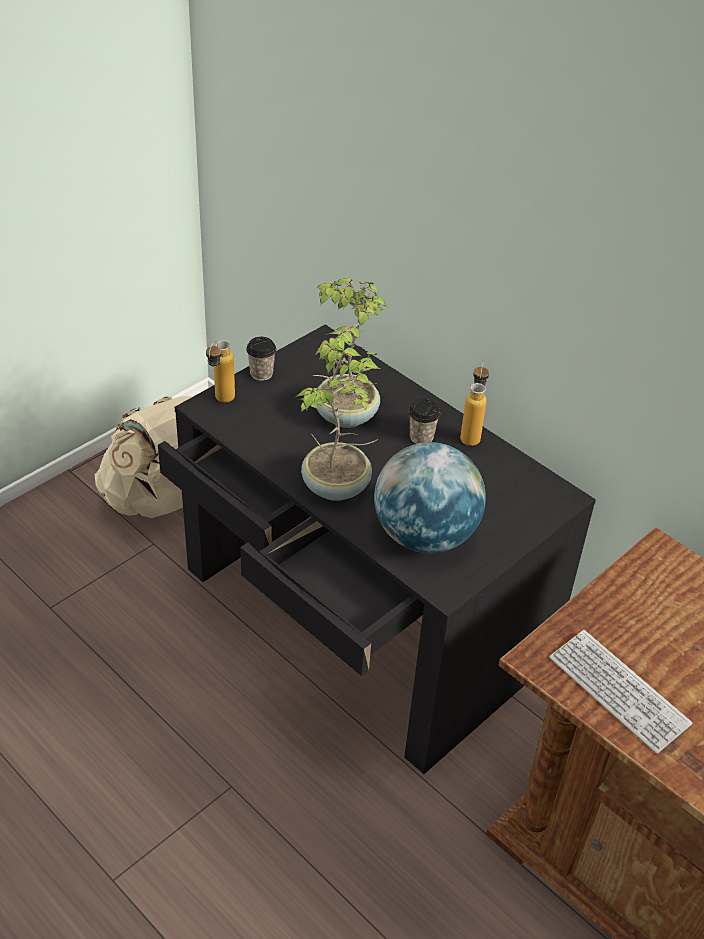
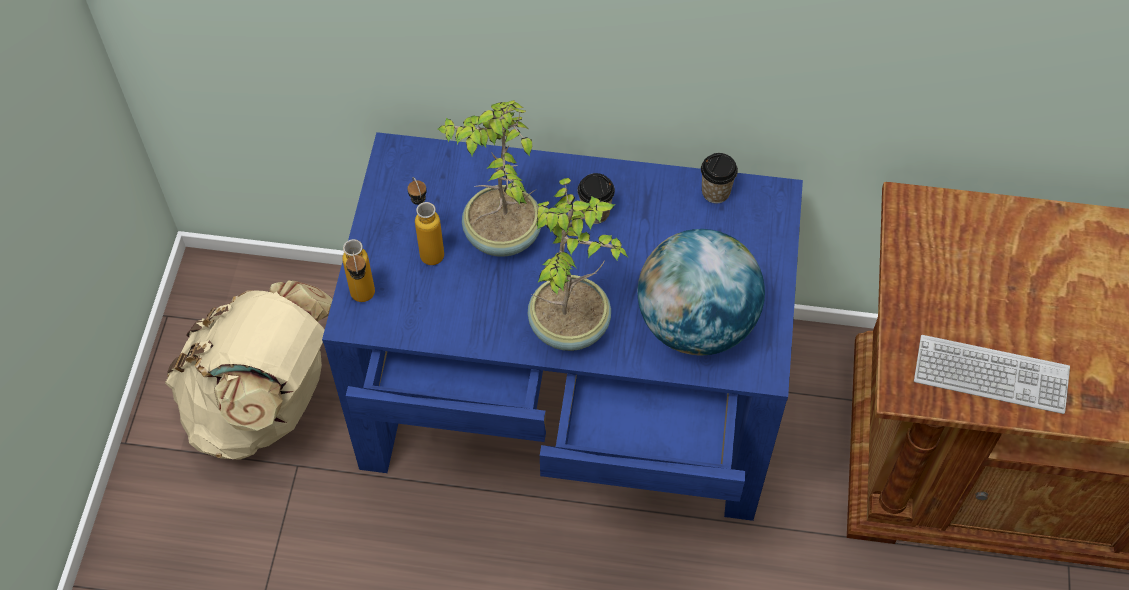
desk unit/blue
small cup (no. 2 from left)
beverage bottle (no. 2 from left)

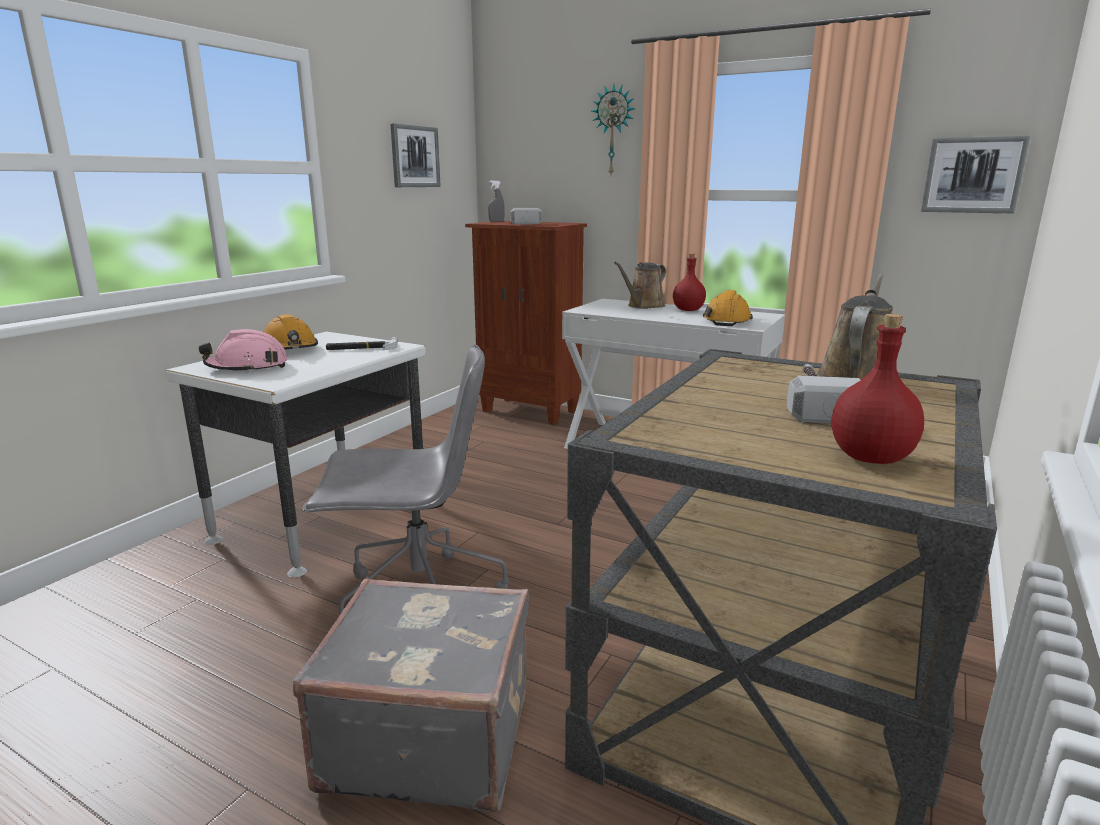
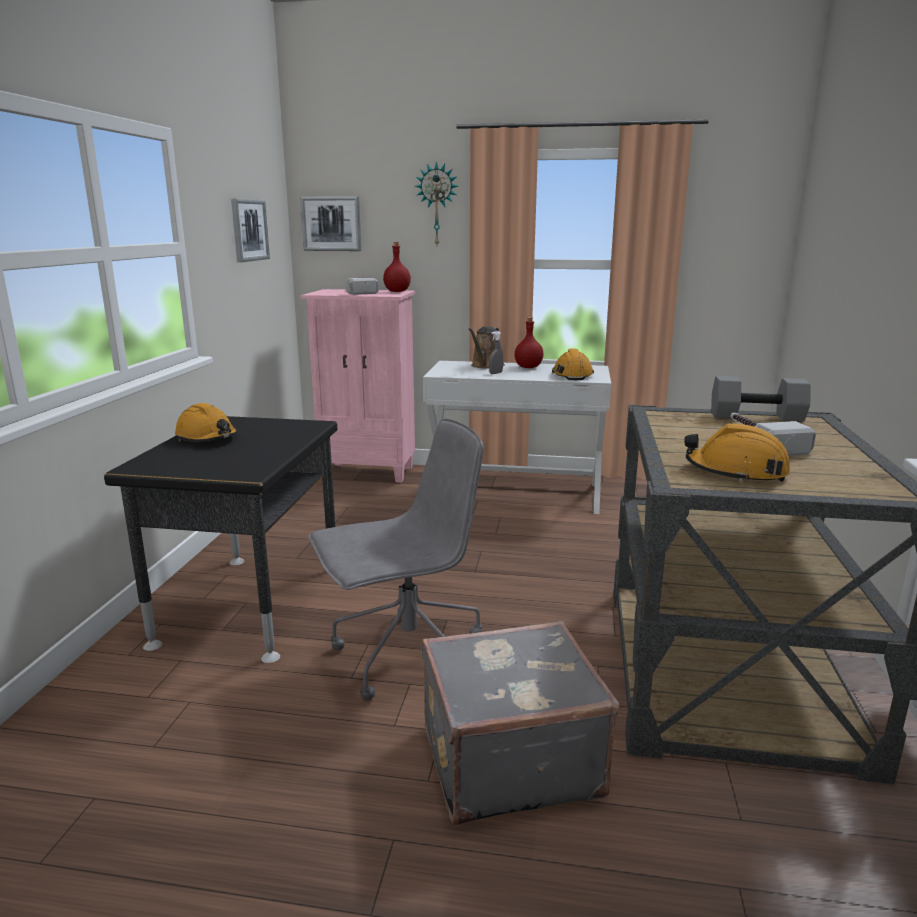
wall art (no. 2 from left)
sprayer/gray
cupboard/pink-coloured
hand weight/gray
beverage bottle/red-coloured (no. 1 from left)
safety helmet/pink-coloured
desk unit/black
hammer (no. 1 from left in the first image)
safety helmet/orangey (no. 3 from left)

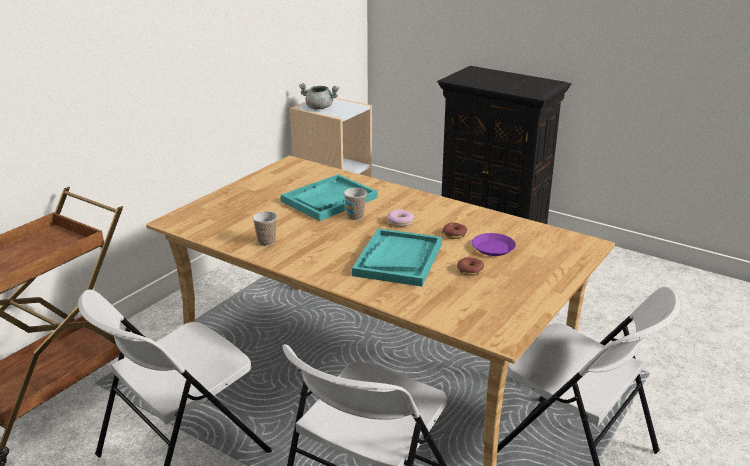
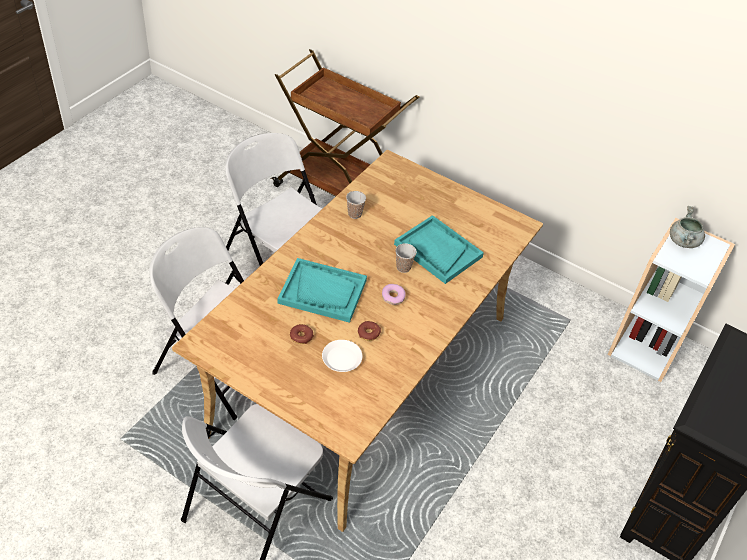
dinner plate/white-coloured

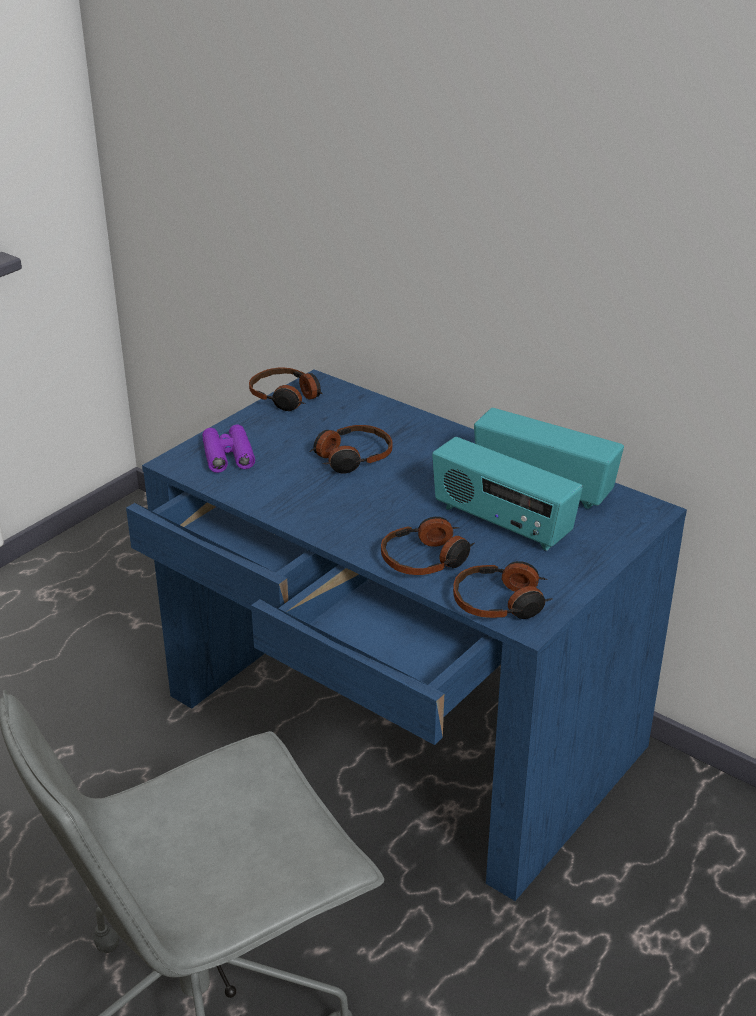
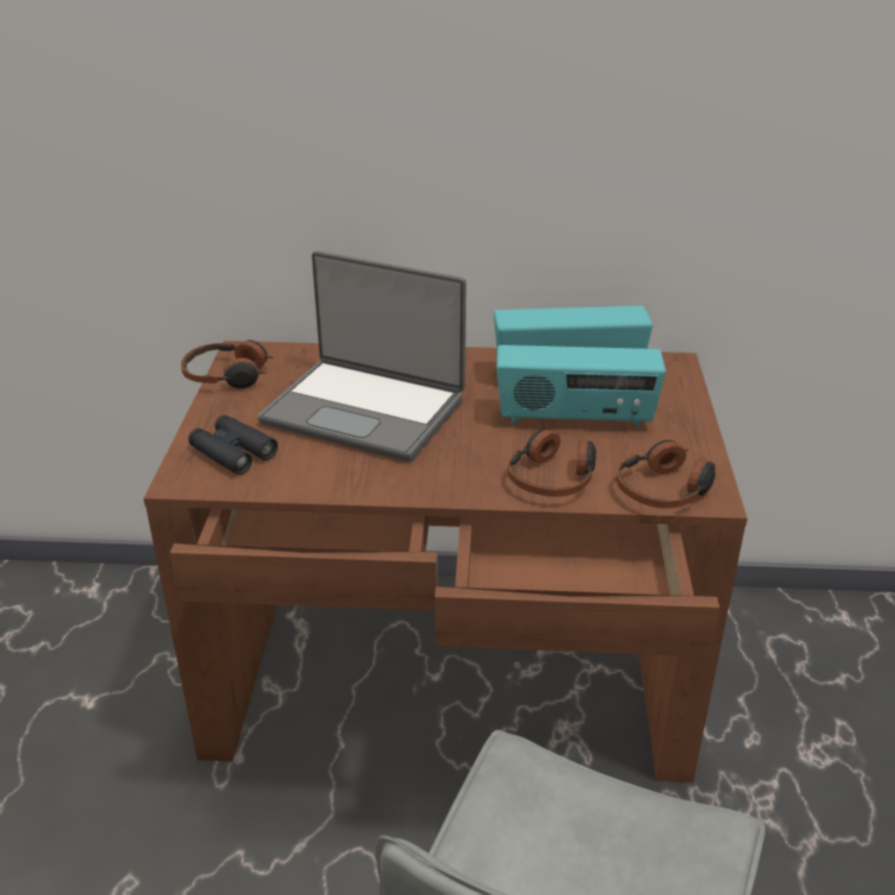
desk unit/brownish
field glasses/black
notebook computer

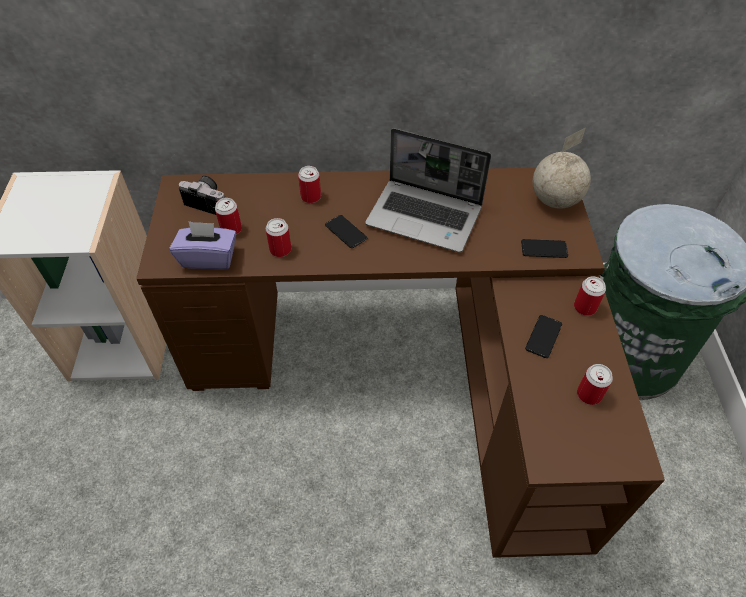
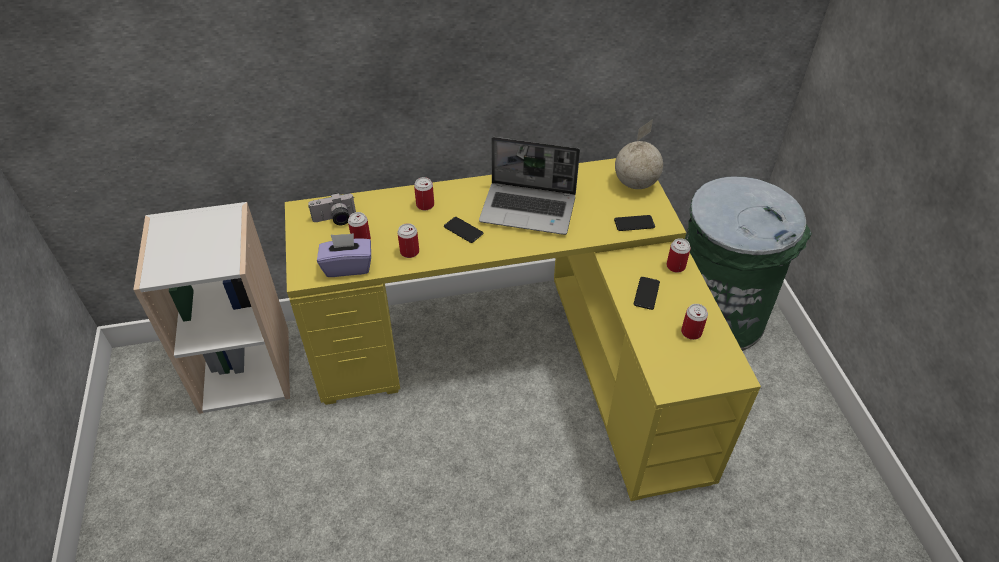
desk unit/yellow
still camera

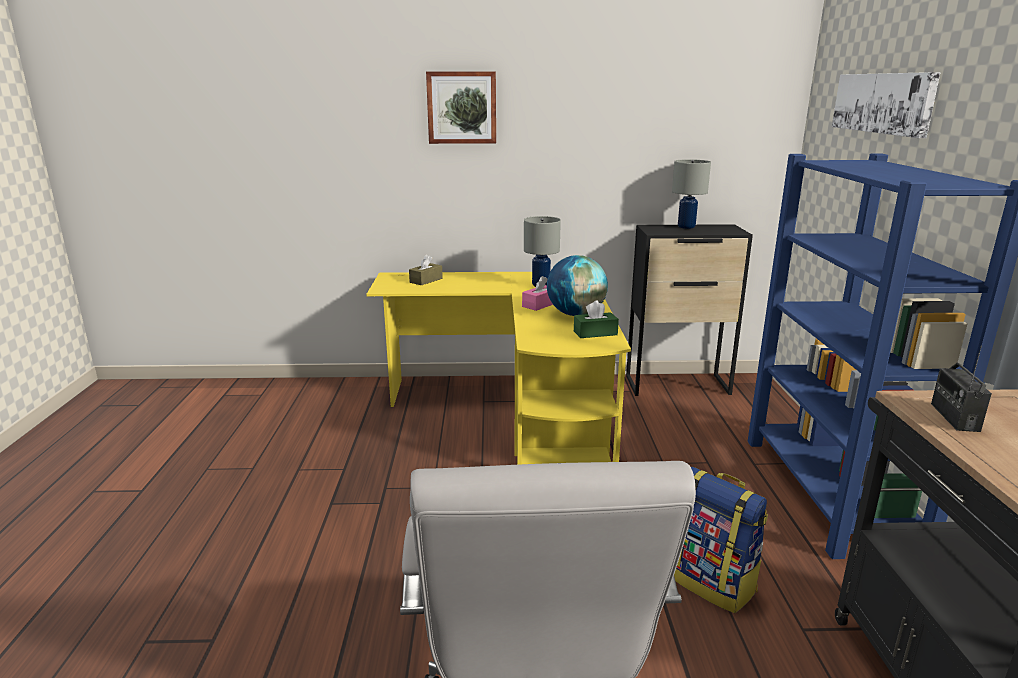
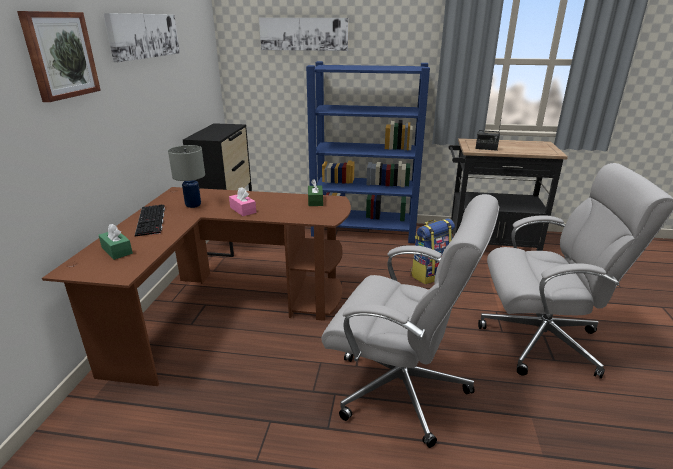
tabletop lamp/gray (no. 2 from left in the first image)
box of tissues/green (no. 1 from left)
globe
desk unit/brownish
wall art (no. 2 from left)
computer chair/gray (no. 1 from left)
keyboard

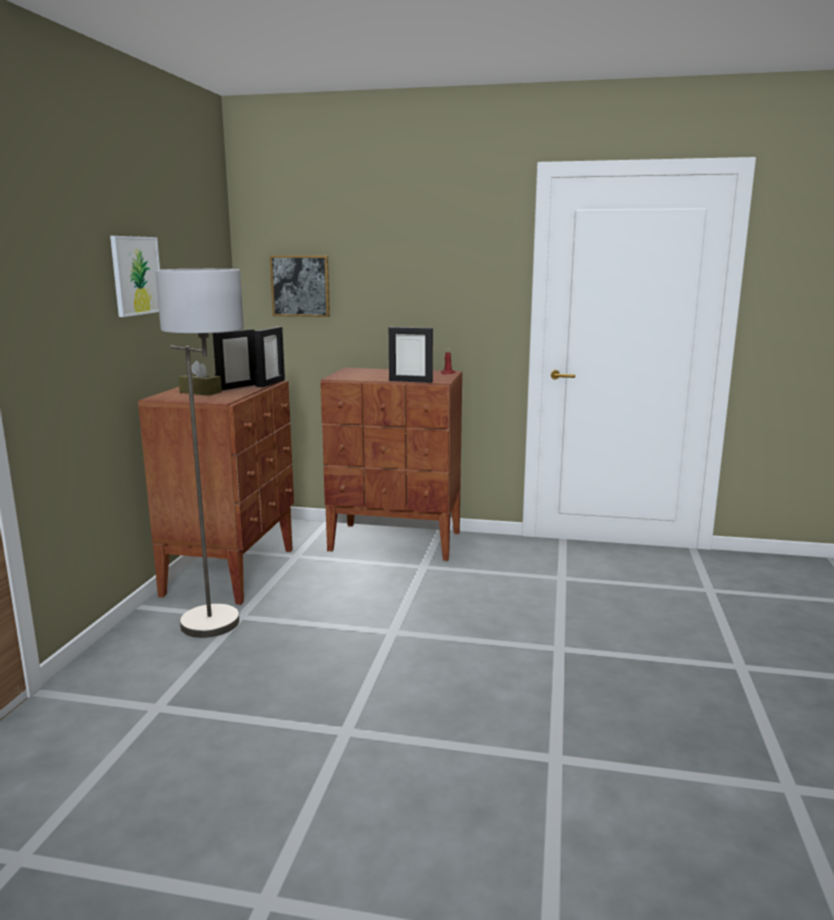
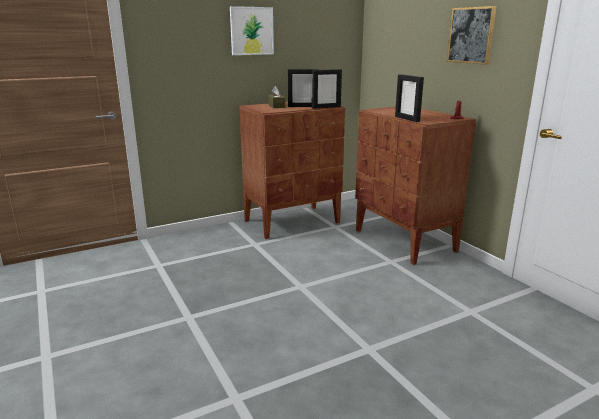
wall art (no. 2 from left)
standing lamp/gray

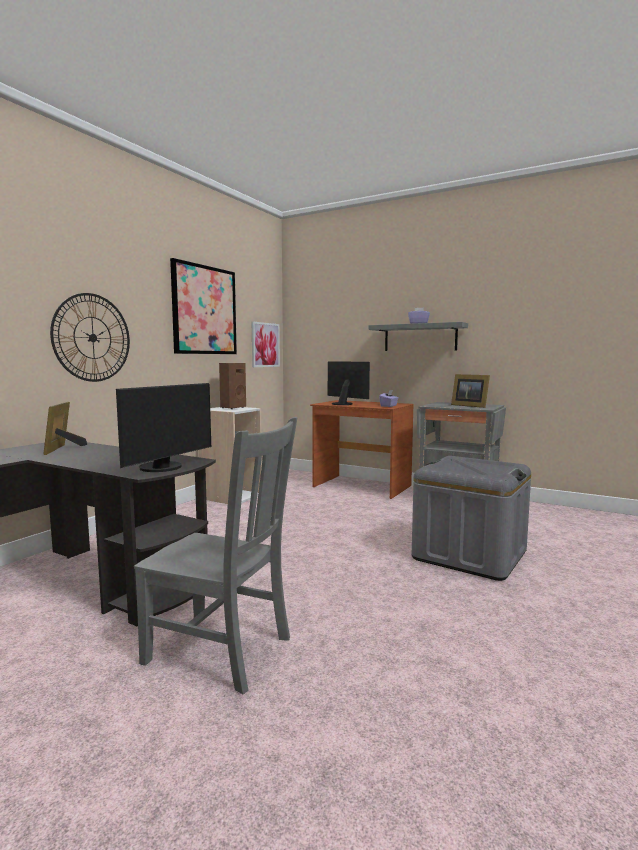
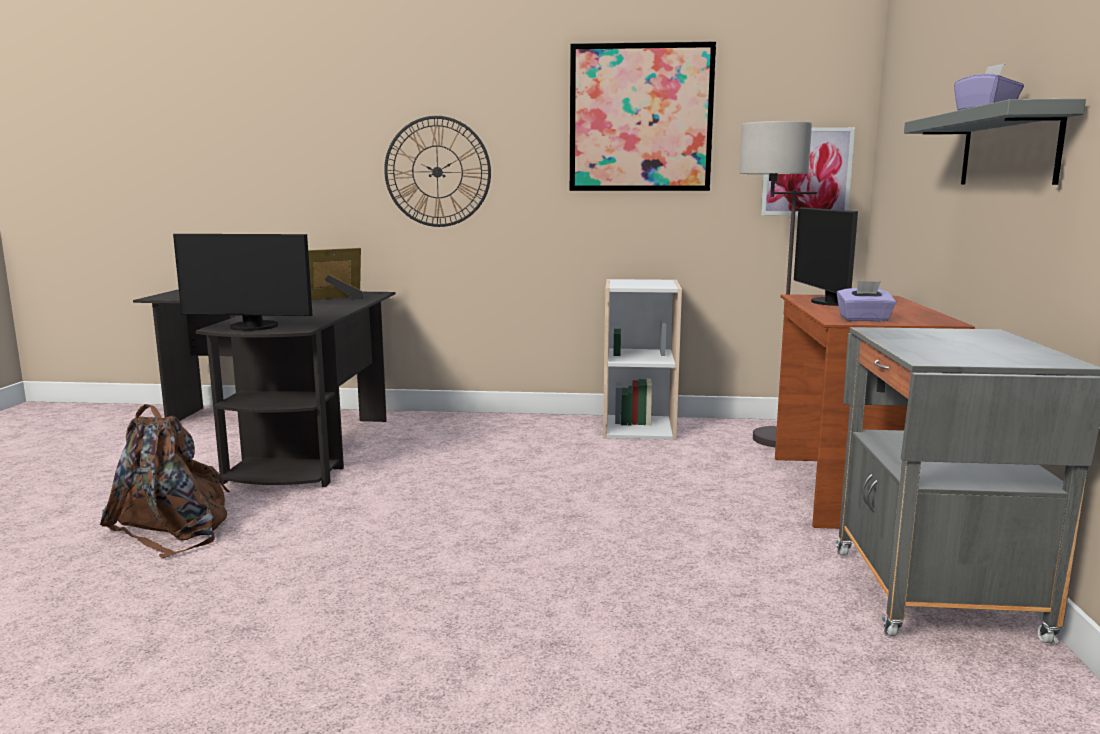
monitor (no. 2 from left)
speaker/brownish
photo frame (no. 2 from left in the first image)
knapsack/brownish
storage bin/gray
standing lamp/gray

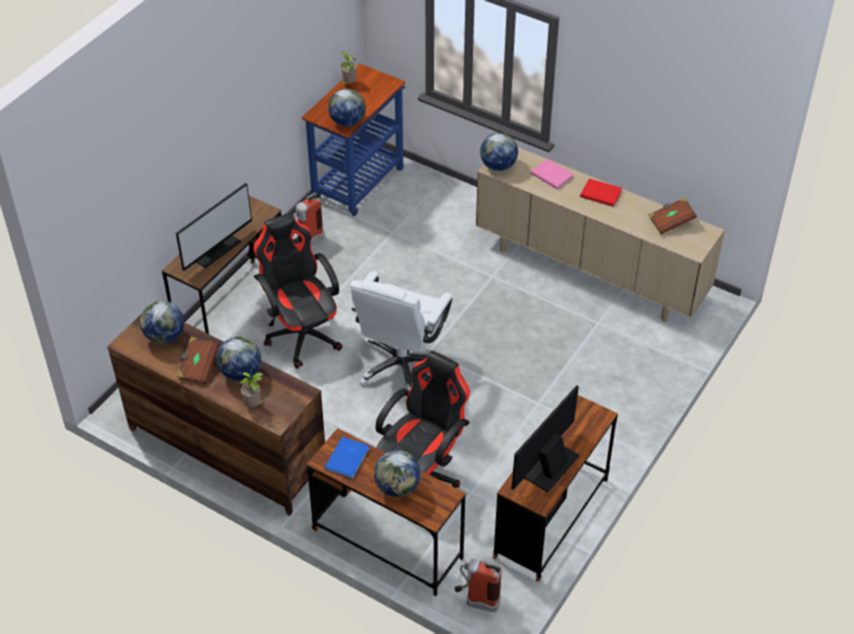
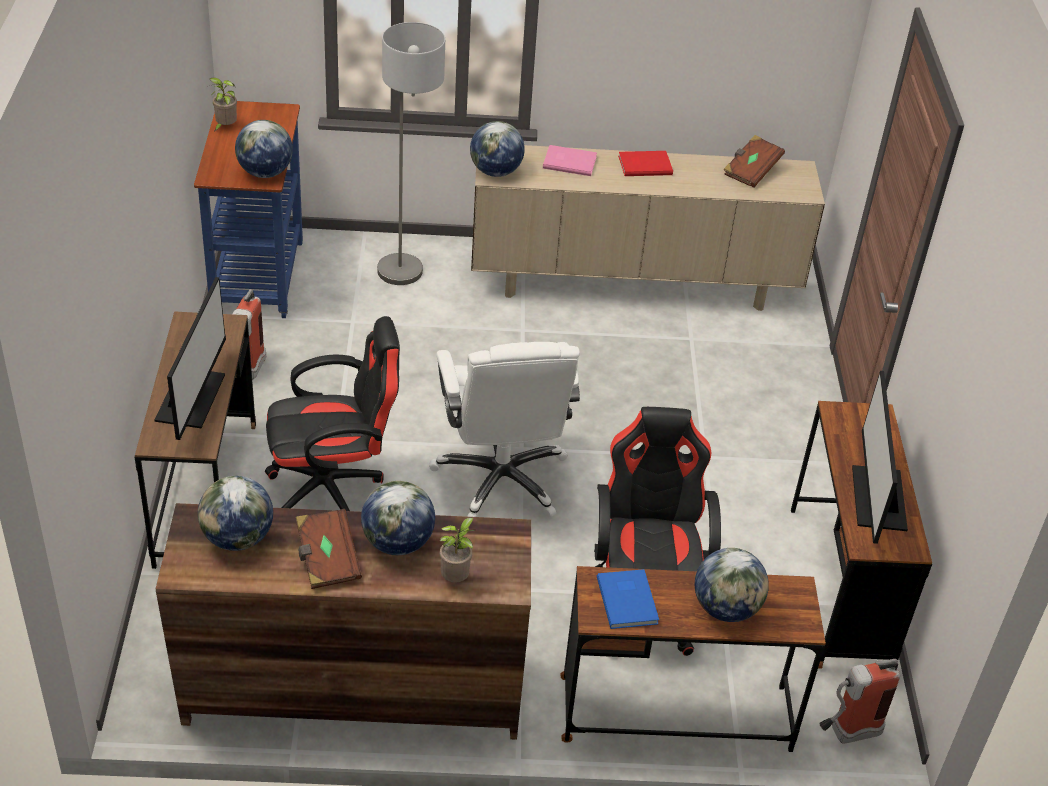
computer chair/black (no. 1 from left)
standing lamp/gray

